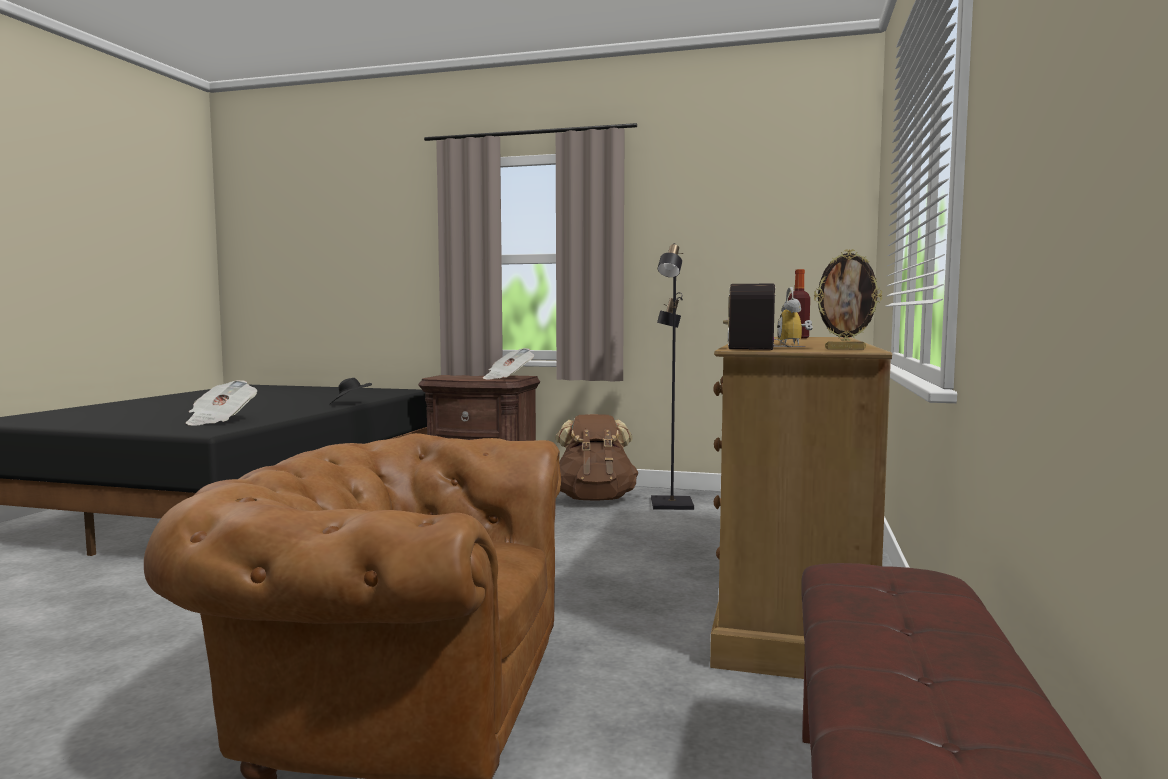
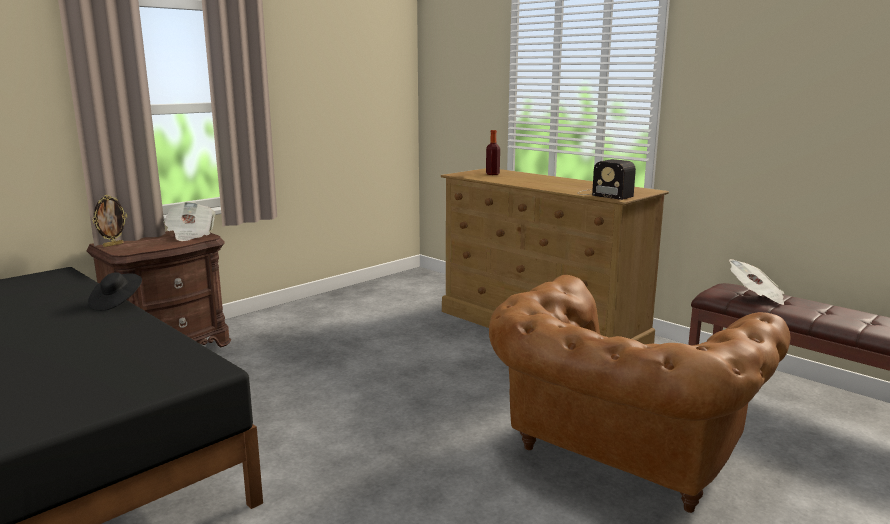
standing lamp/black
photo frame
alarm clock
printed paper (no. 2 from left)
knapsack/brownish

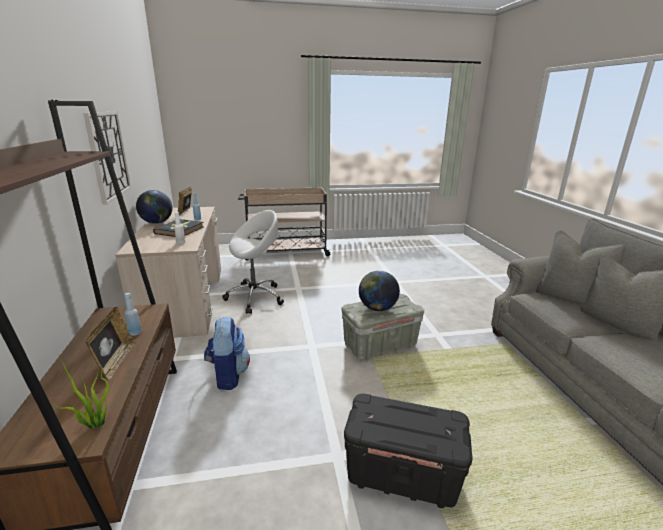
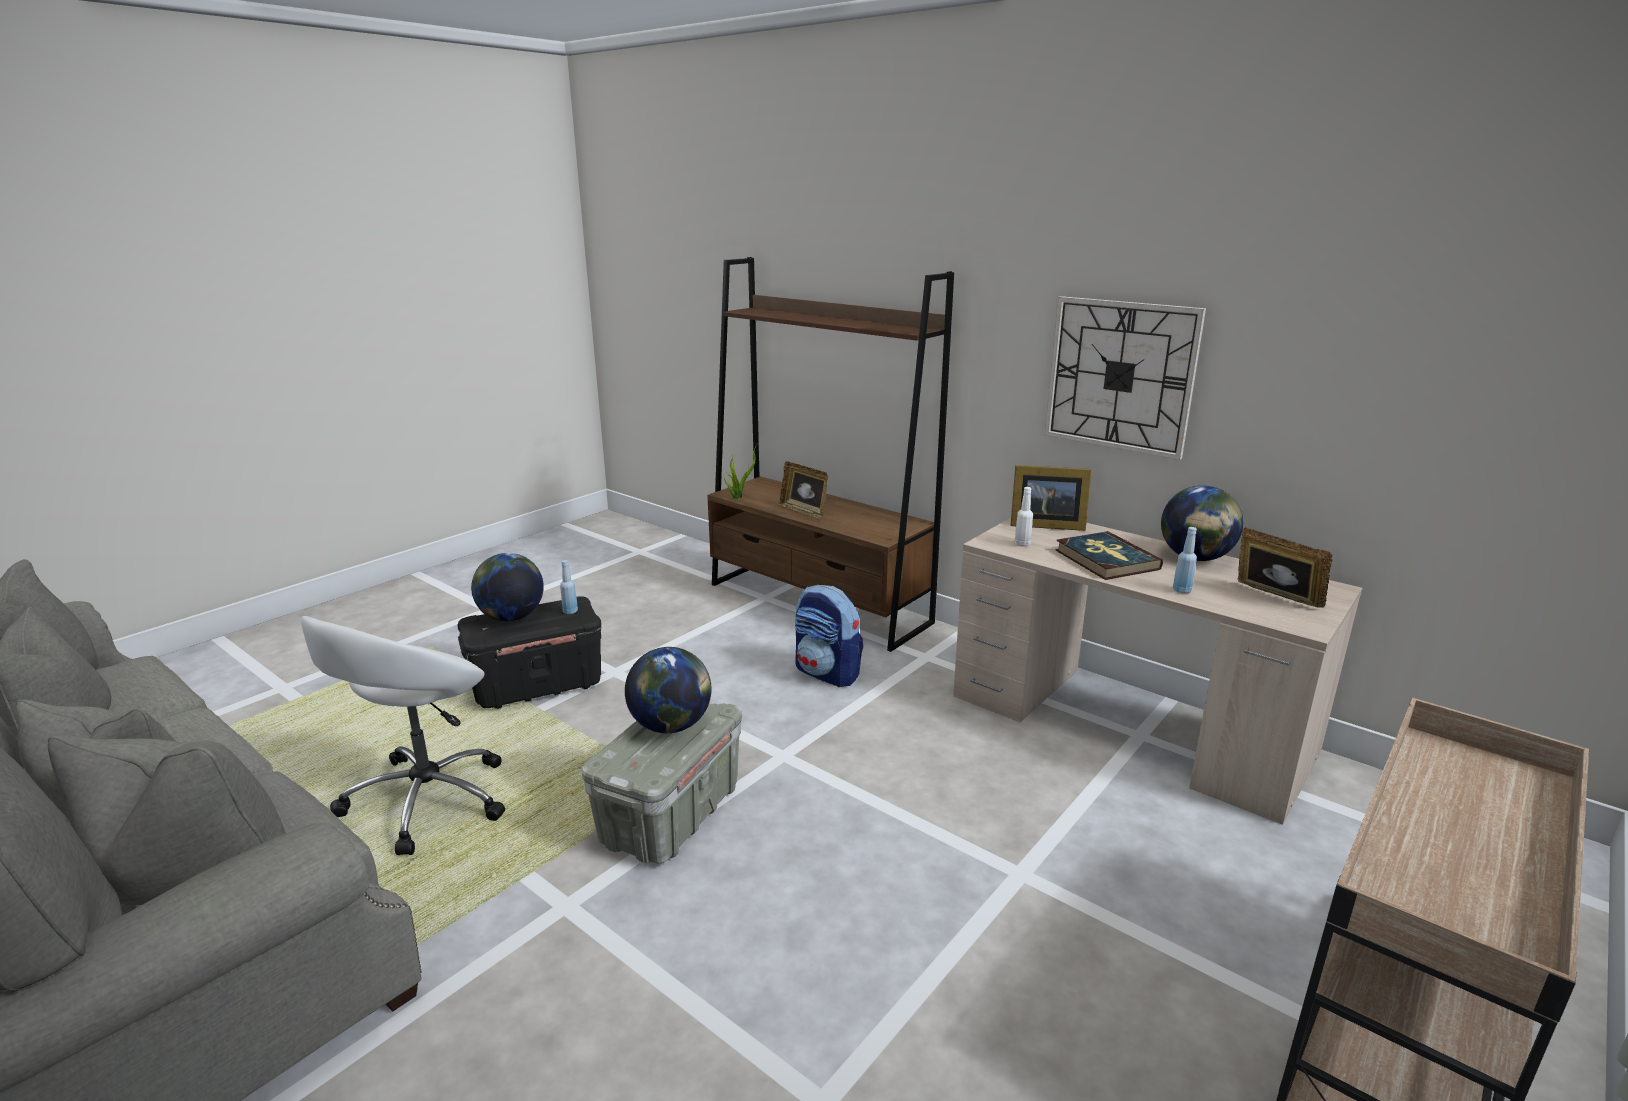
computer chair/white-coloured
beverage bottle/blue (no. 1 from left)
photo frame (no. 2 from left)
globe (no. 1 from left)

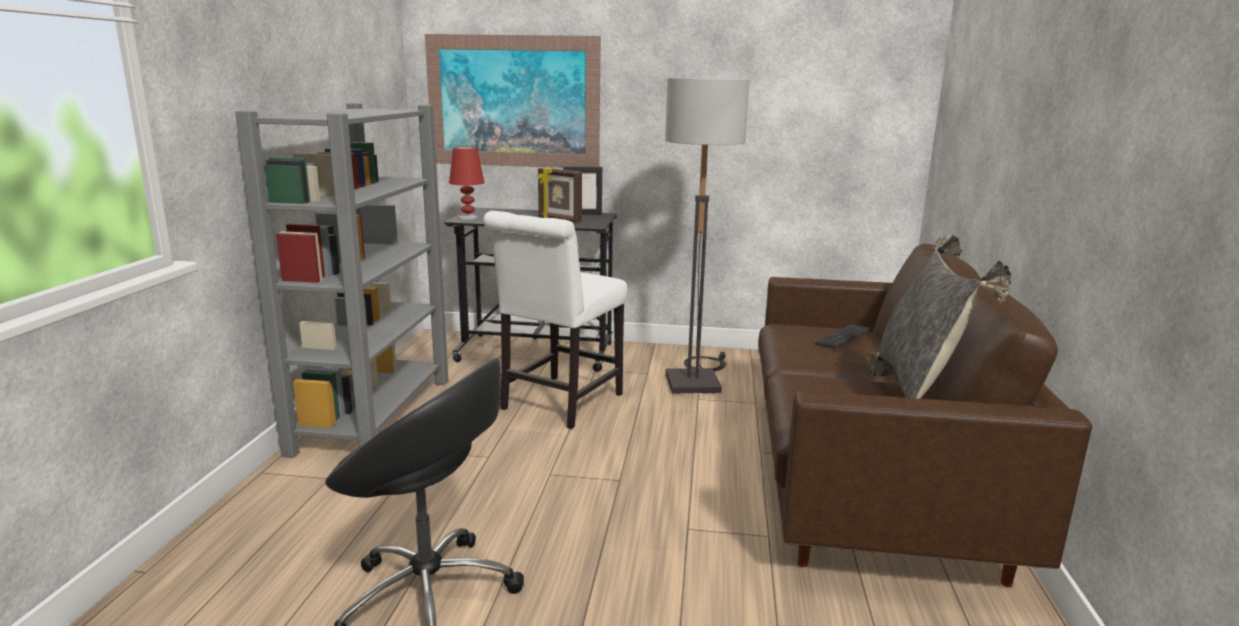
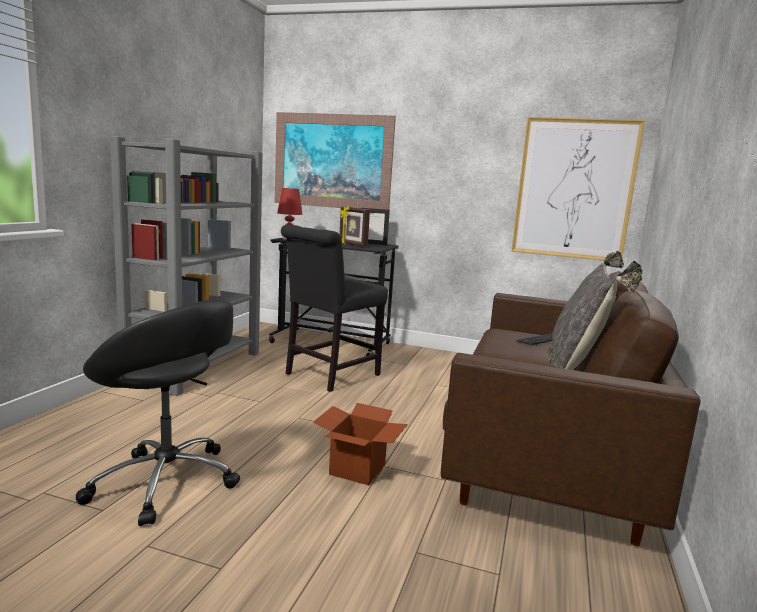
standing lamp
plain chair/black
wall art (no. 2 from left)
packing box

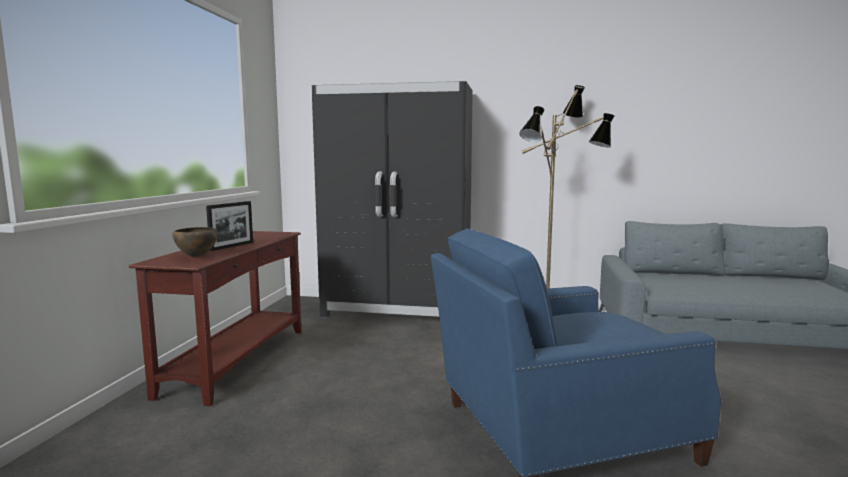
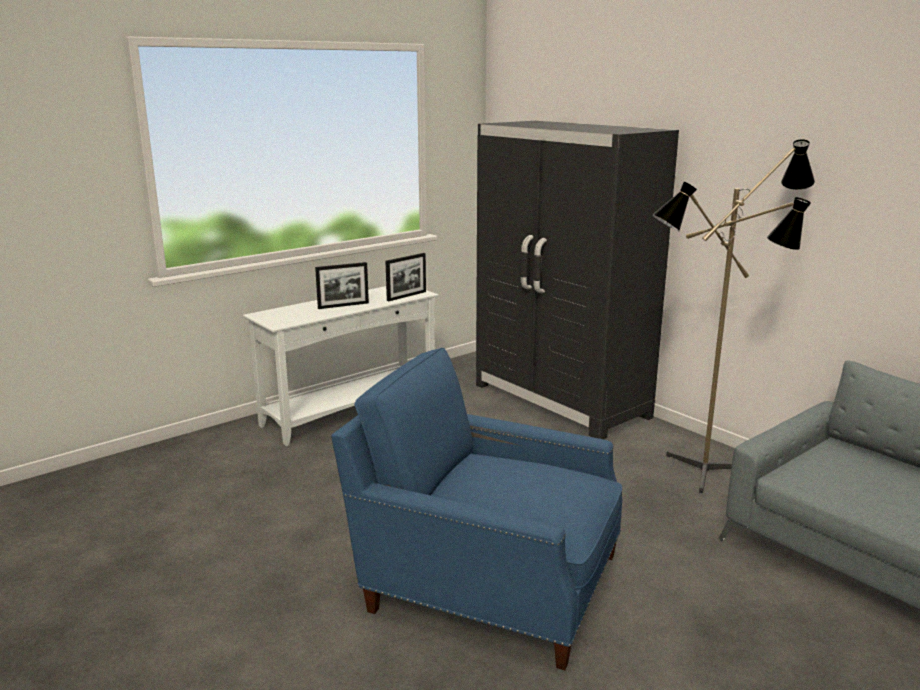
deep dish/brownish
hall table/white-coloured
photo frame (no. 2 from left)

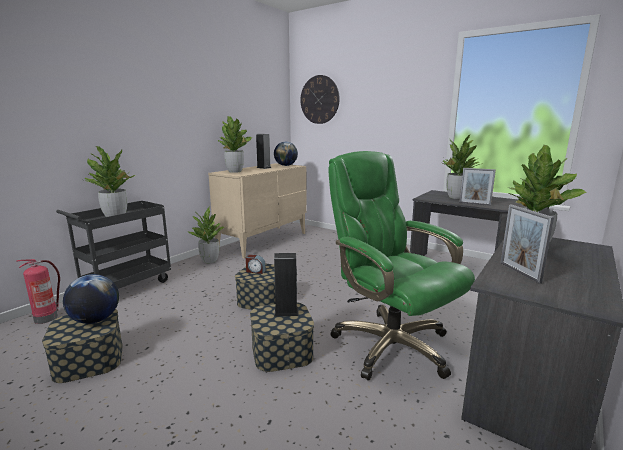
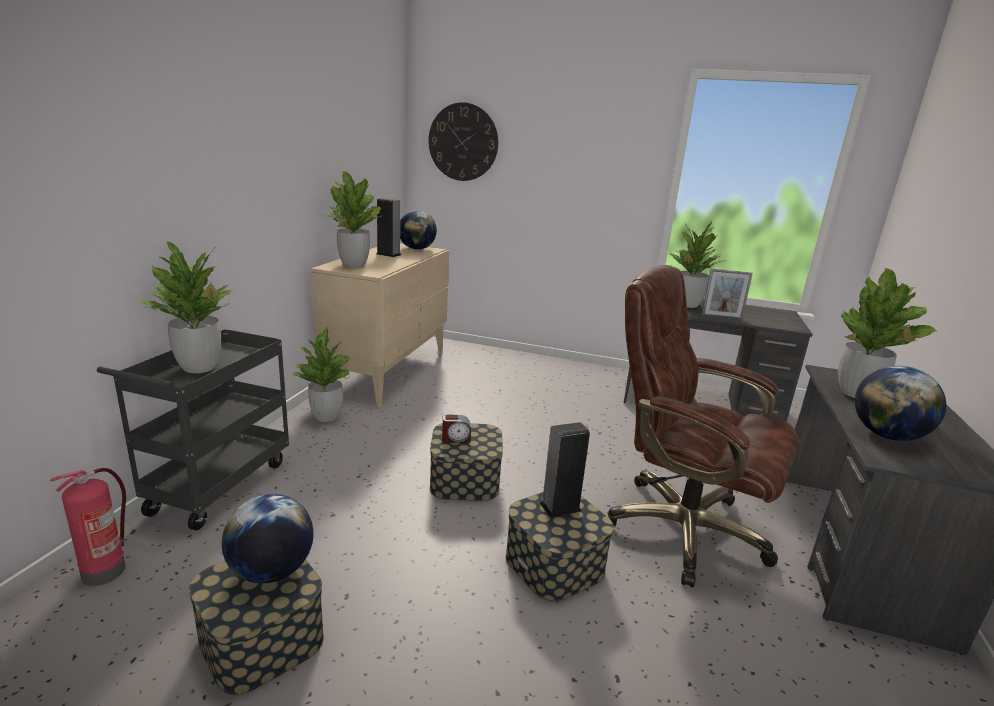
computer chair/brownish
globe (no. 3 from left)

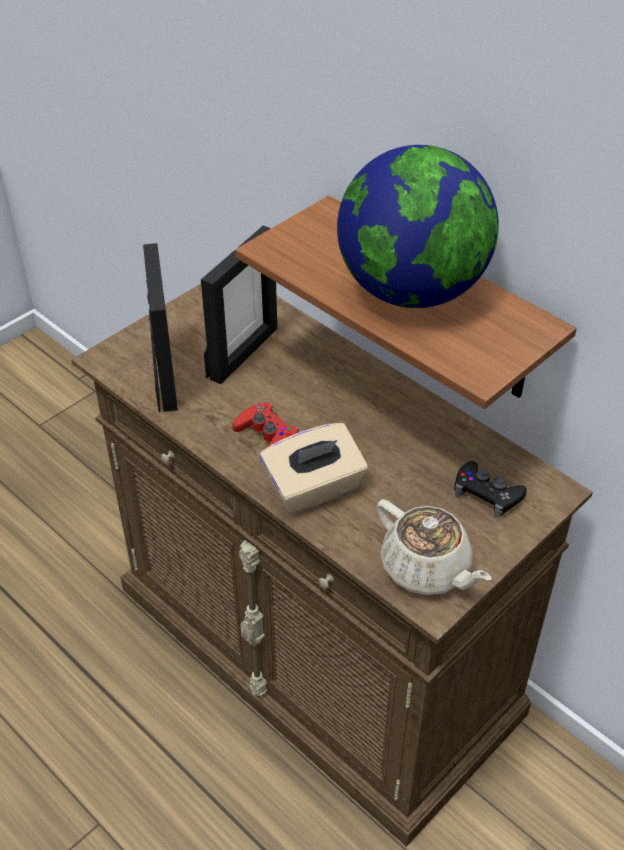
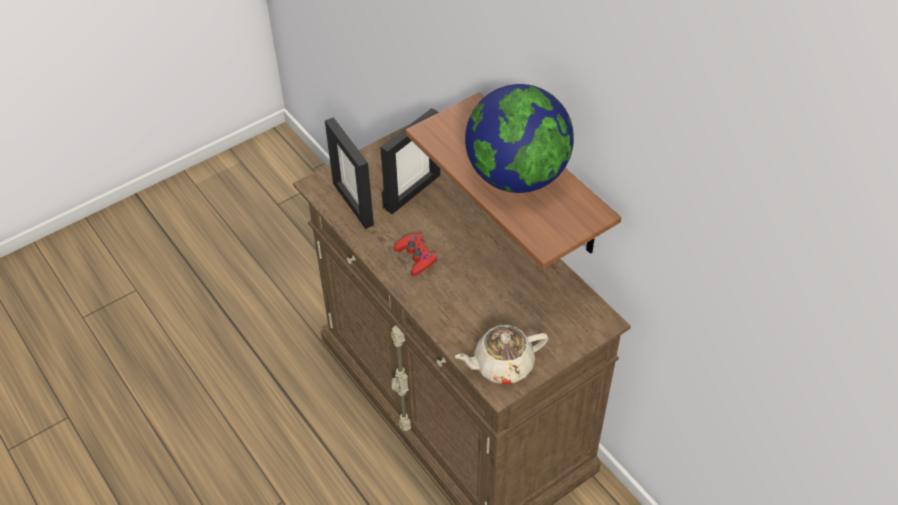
photo frame (no. 1 from left)
box of tissues/beige
game controller/black
pot for tea/beige

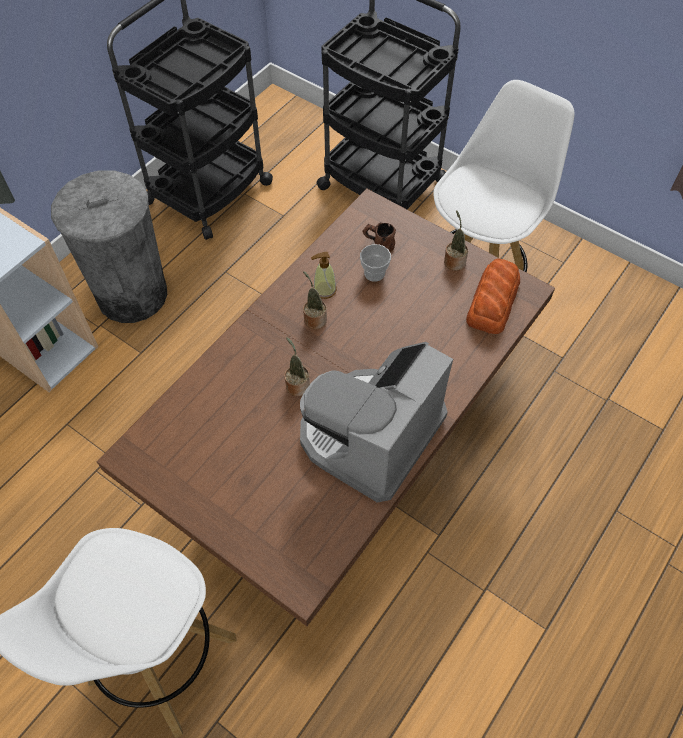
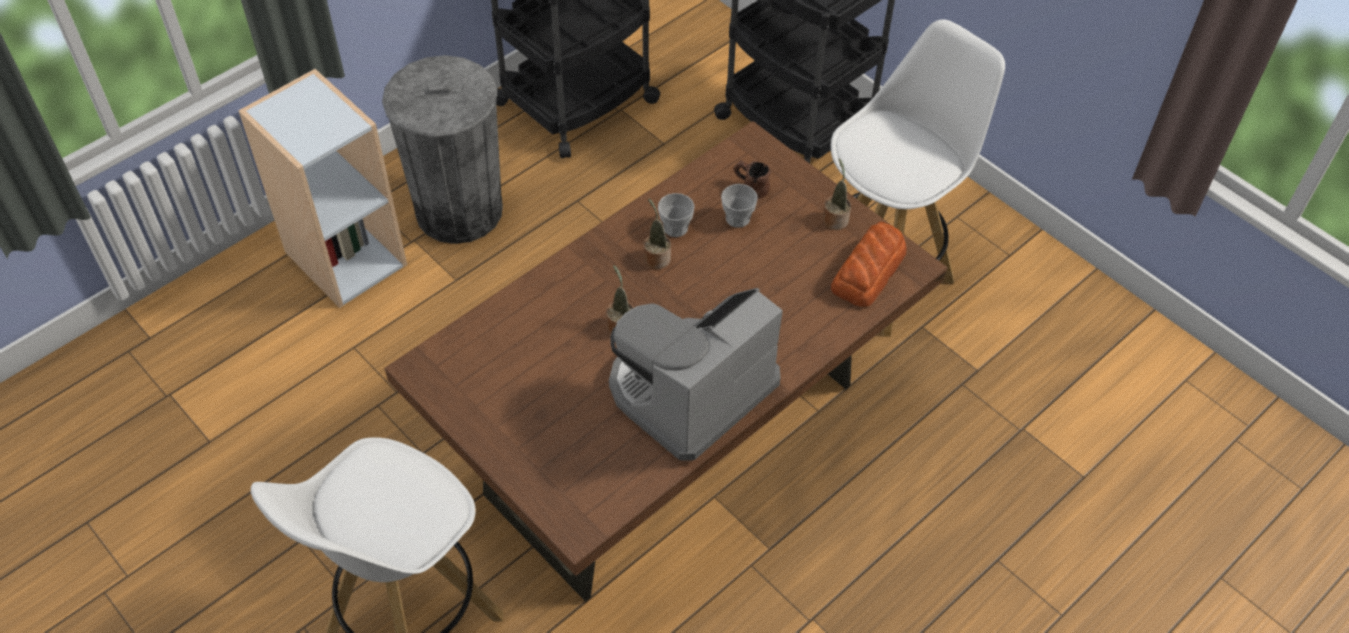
small cup (no. 1 from left)

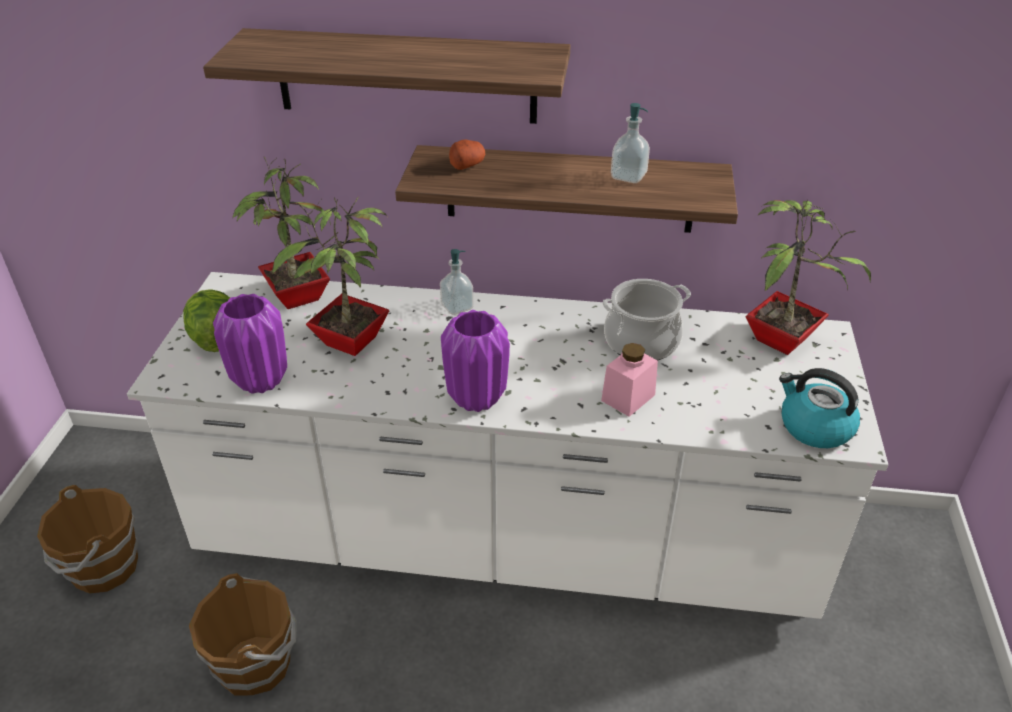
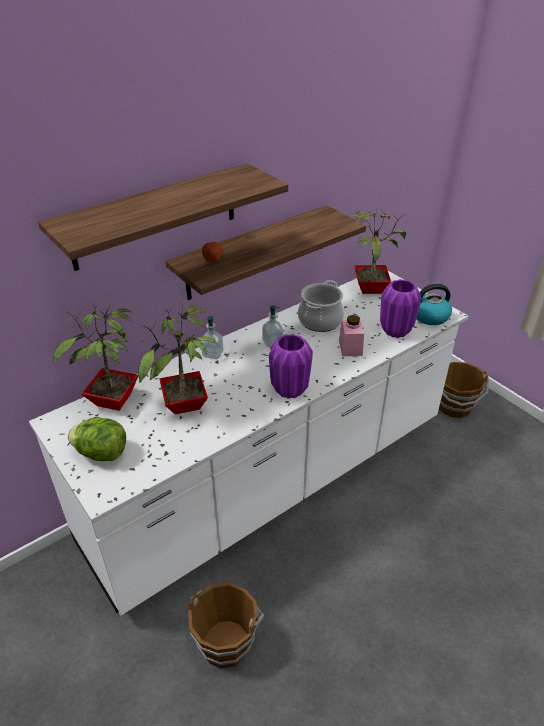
soap bottle (no. 2 from left)
flower vase/purplish (no. 2 from left)
pail/brownish (no. 2 from left)

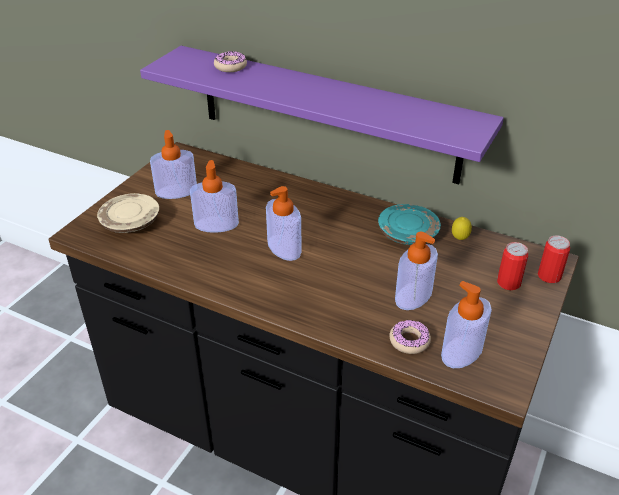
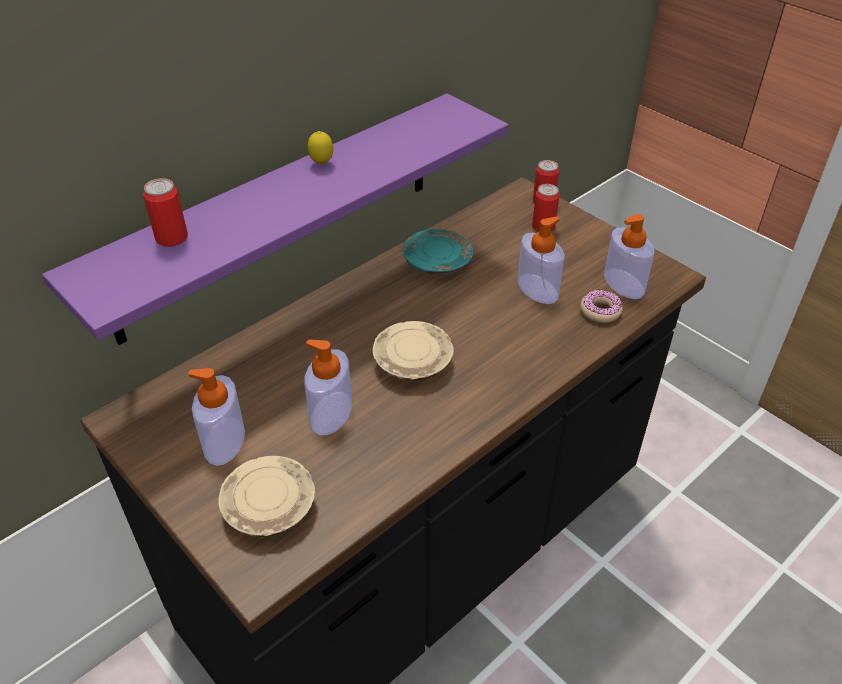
metal can (no. 1 from left)
dinner plate/beige (no. 2 from left)
citrus fruit

